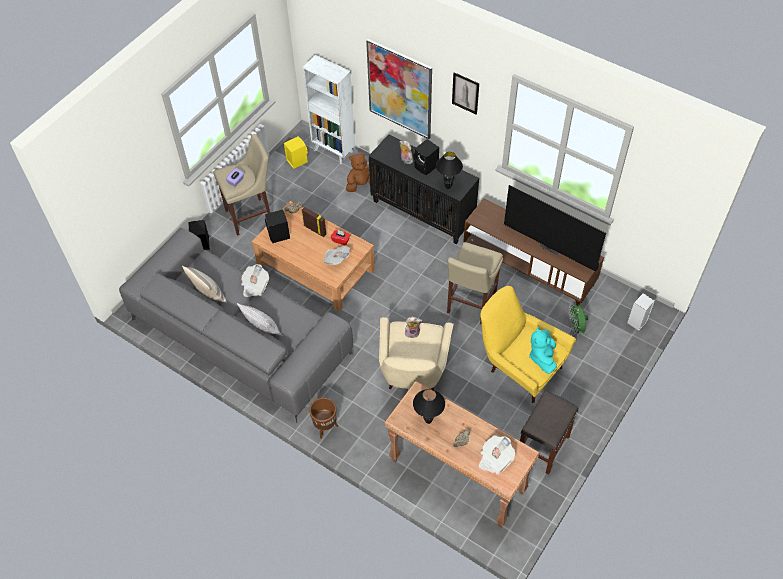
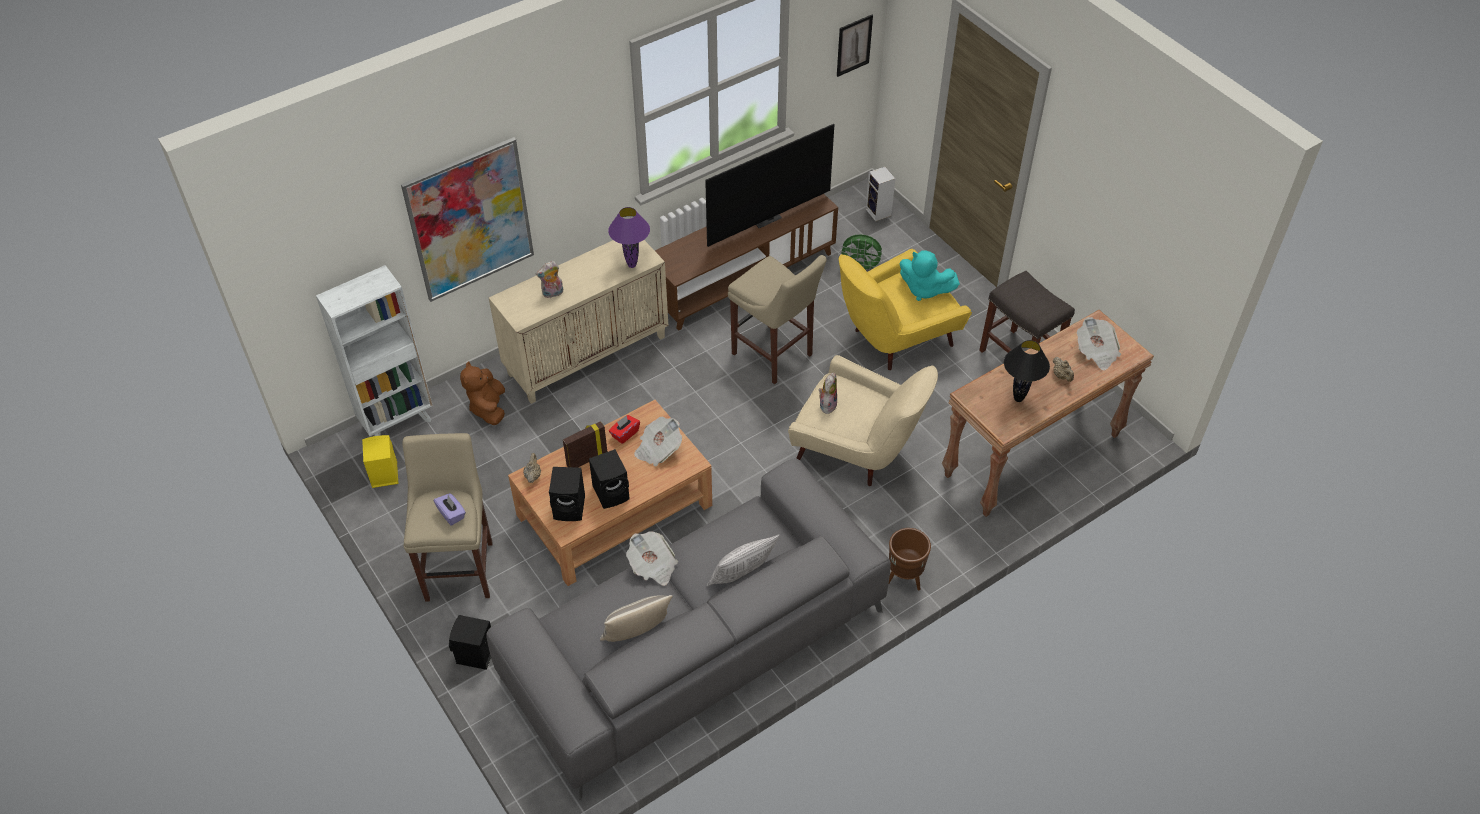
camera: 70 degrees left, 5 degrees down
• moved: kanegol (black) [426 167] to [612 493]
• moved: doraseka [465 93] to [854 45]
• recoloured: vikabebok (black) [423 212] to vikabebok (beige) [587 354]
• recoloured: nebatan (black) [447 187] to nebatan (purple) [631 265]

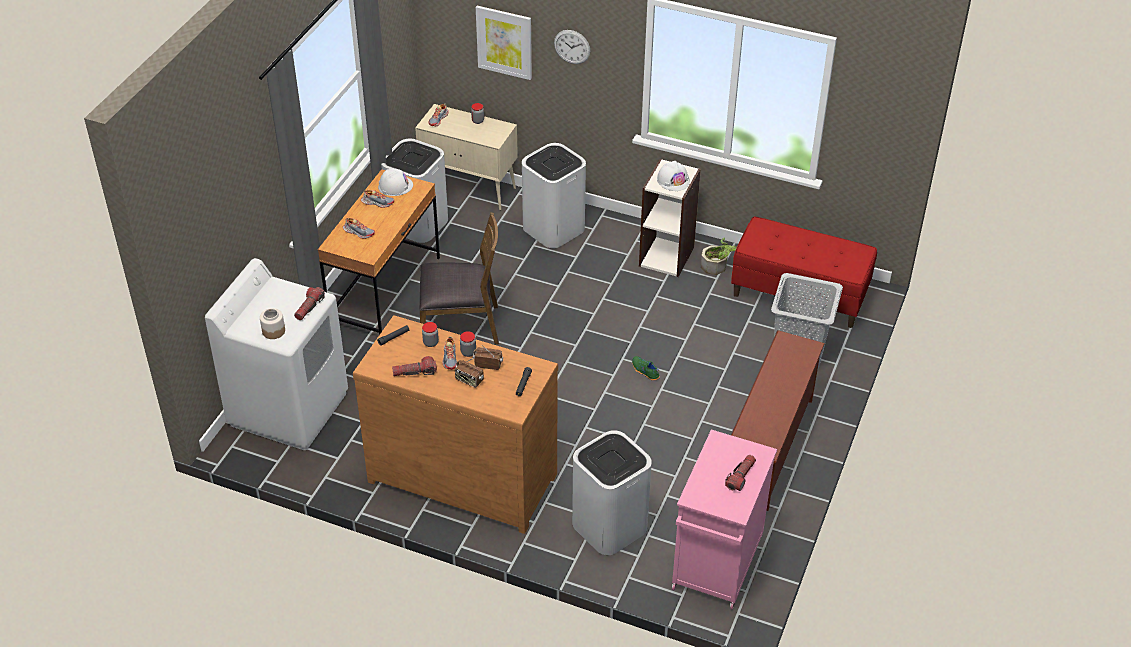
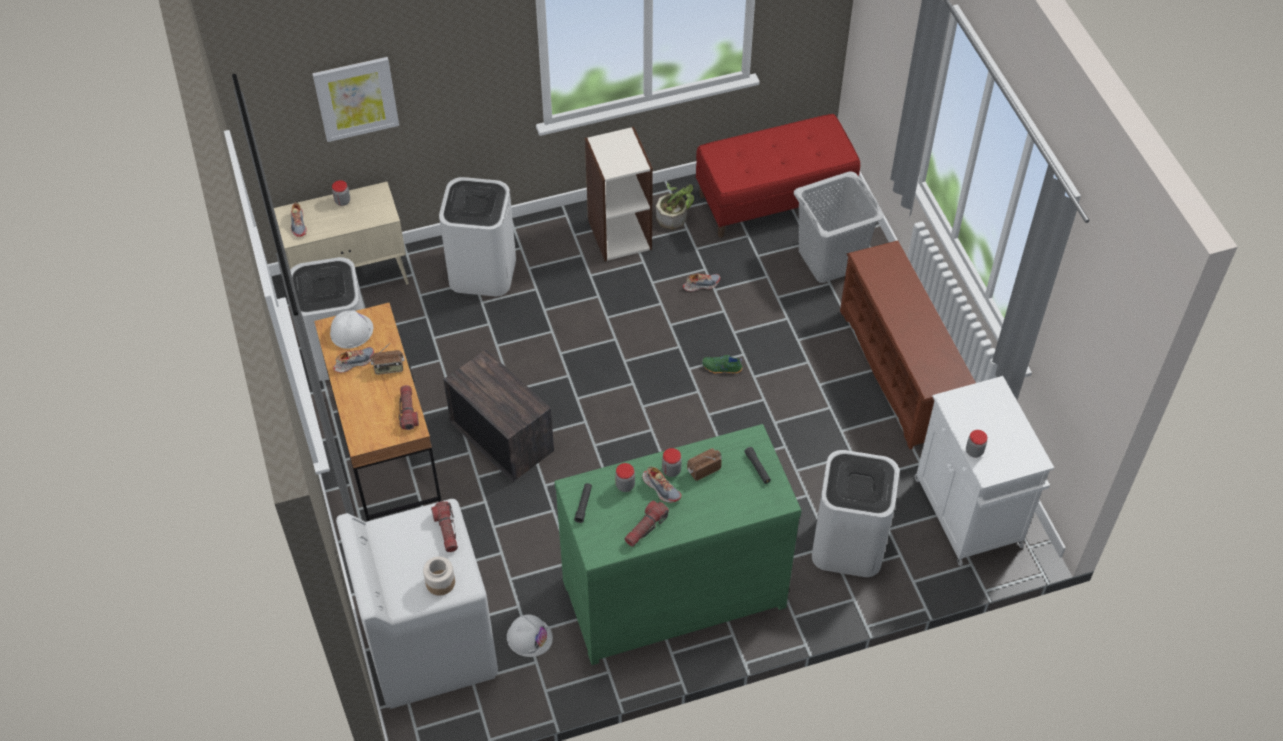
camera: 40 degrees left, 10 degrees up
• removed: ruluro [572 47]
• added: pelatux [974 451]
• moved: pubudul [358 232] to [701 284]
• moved: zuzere [469 380] to [389 368]
• moved: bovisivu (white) [673 180] to [529 637]
• moved: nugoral [740 477] to [408 411]
• replaced: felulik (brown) [460 326] to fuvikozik [503 437]
• recoloured: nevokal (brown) [463 475] to nevokal (green) [671 590]
• recoloured: vikabebok (pink) [716 564] to vikabebok (white) [969 514]

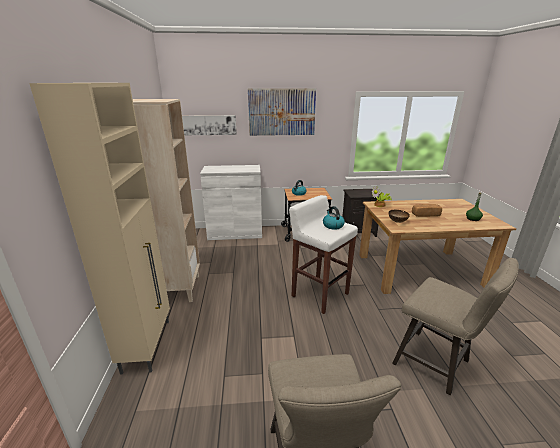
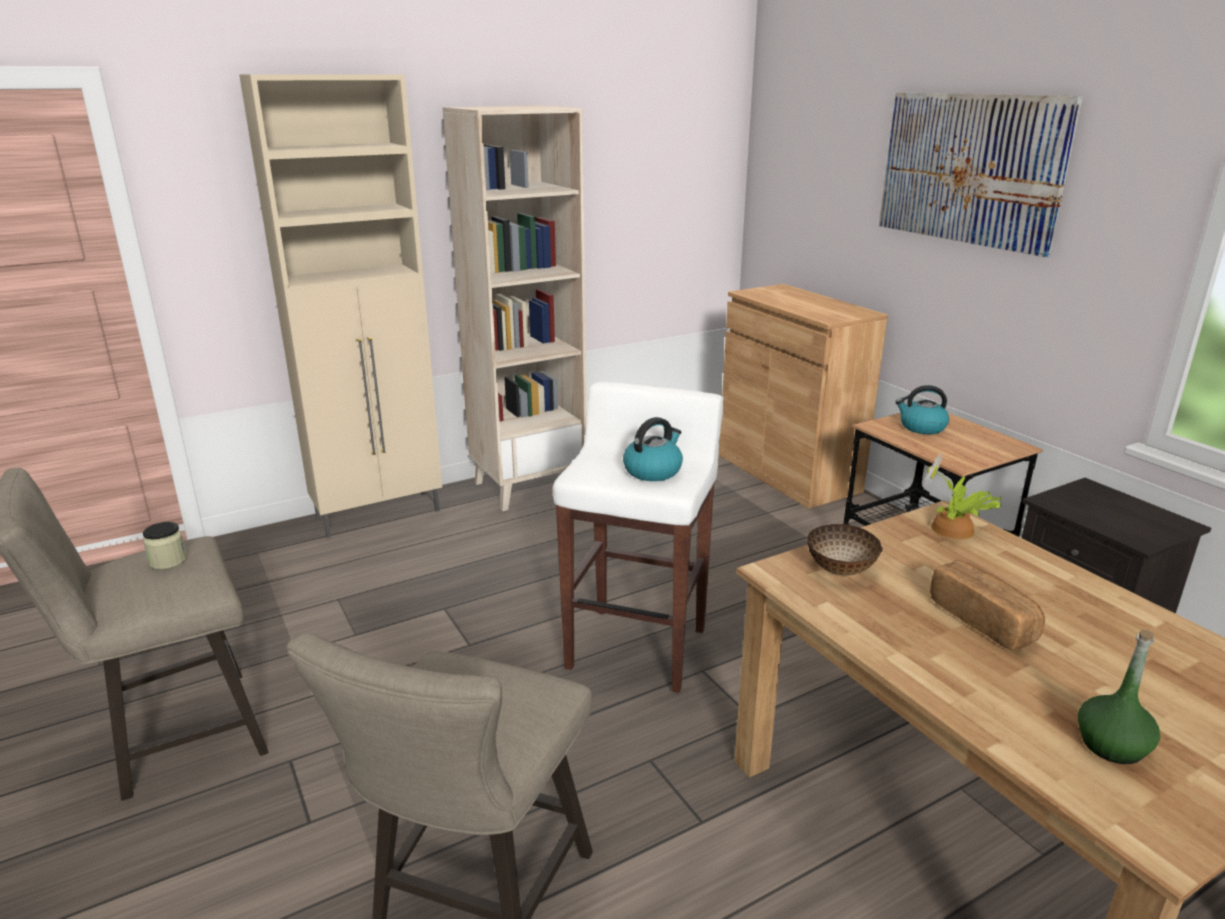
camera: 65 degrees right, 0 degrees up
• removed: doraseka [208 125]
• added: pelatux [168 561]
• recoloured: vikabebok (white) [235 233] to vikabebok (brown) [788 473]

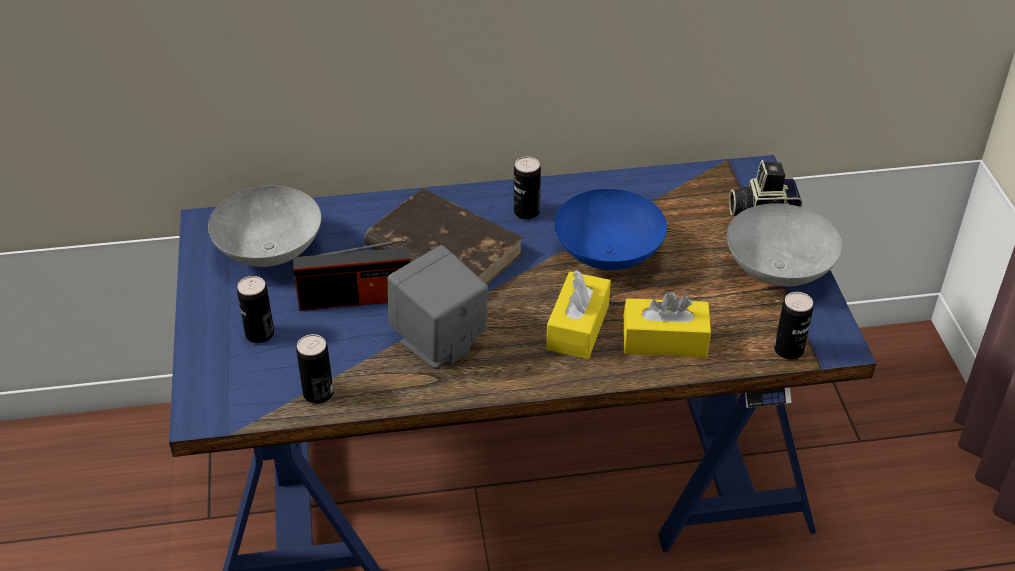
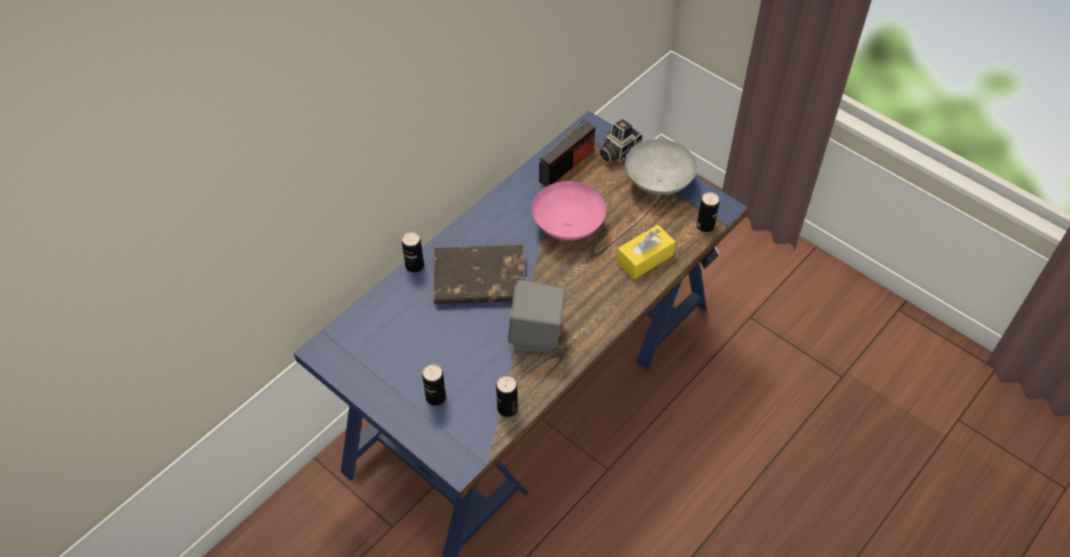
camera: 40 degrees left, 10 degrees up
• removed: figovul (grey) [270 251]
• removed: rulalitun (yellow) [578 327]
• moved: zuzere [356 298] to [567 165]
• moved: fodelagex [526 212] to [414 265]
• recoloured: figovul (blue) [610 255] to figovul (pink) [568 225]

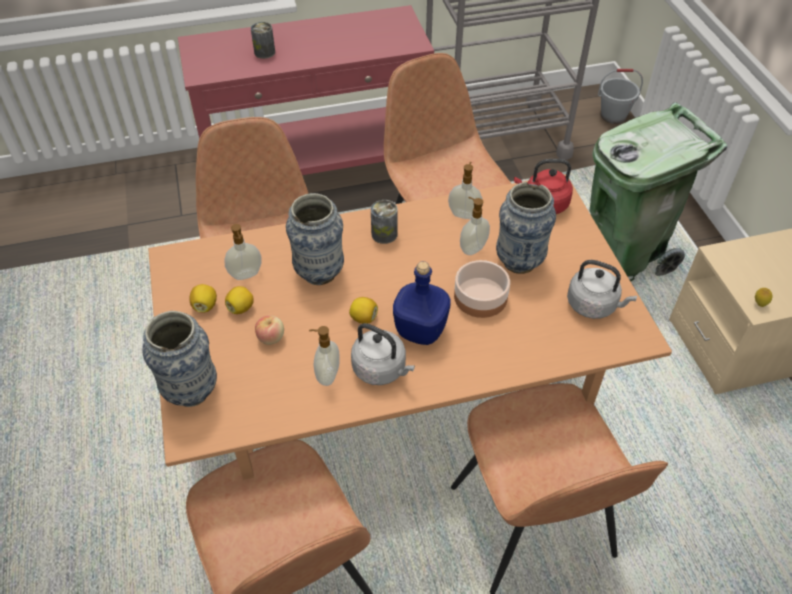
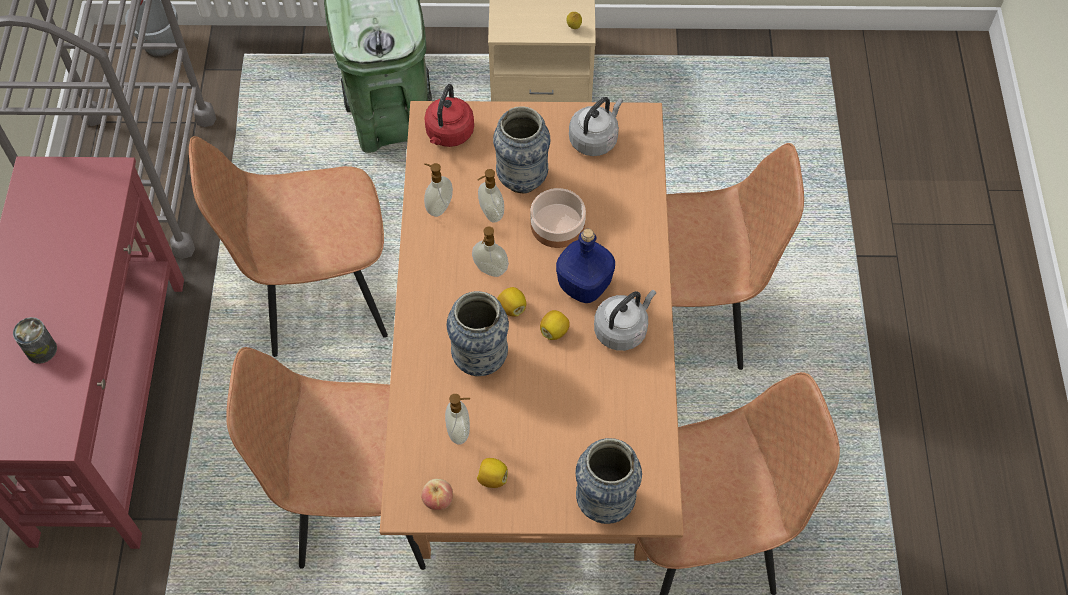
camera: 75 degrees left, 10 degrees up
• removed: fodelagex [384 234]
• moved: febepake [241 308] to [512 308]
• moved: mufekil [271 337] to [438 500]
• moved: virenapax [327 375] to [490 270]

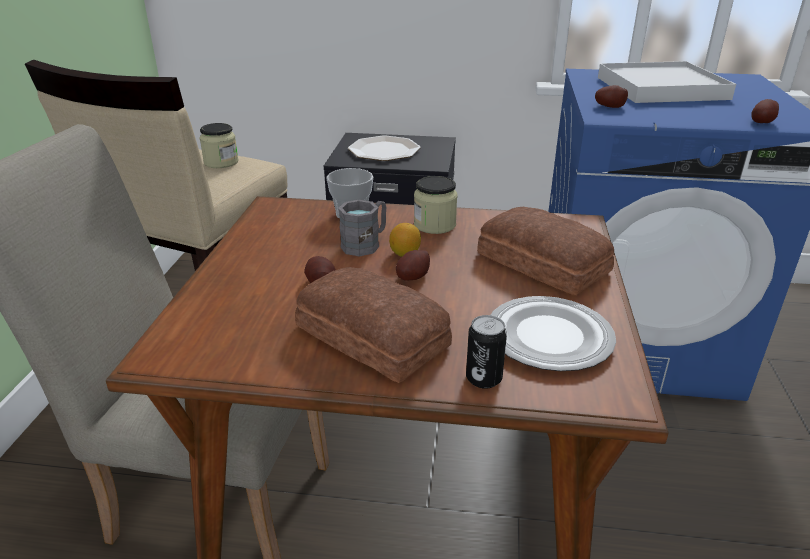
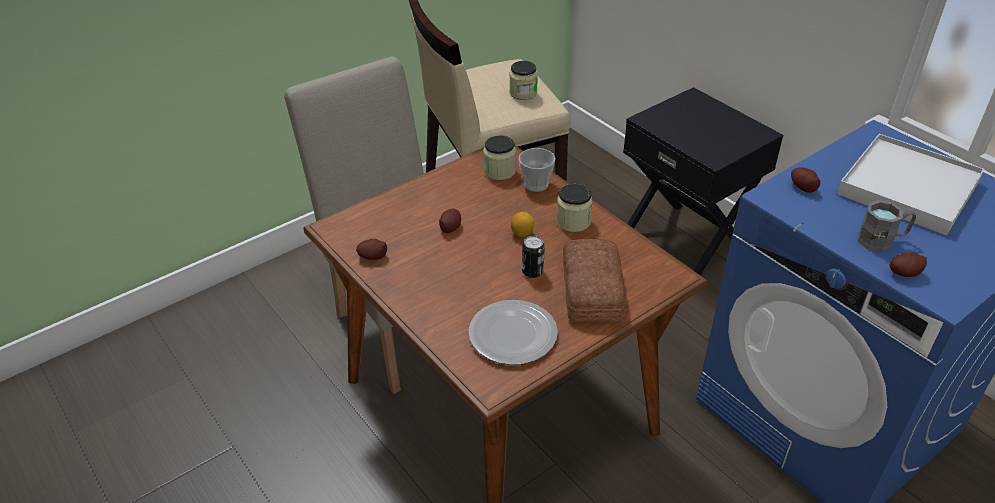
camera: 45 degrees right, 10 degrees up
• removed: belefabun [373 334]
• removed: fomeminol [383 150]
• added: pelatux [499 171]
• moved: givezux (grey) [366 244] to [882 240]
• moved: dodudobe [412 277] to [372 257]
• moved: fodelagex [483 378] to [532 272]

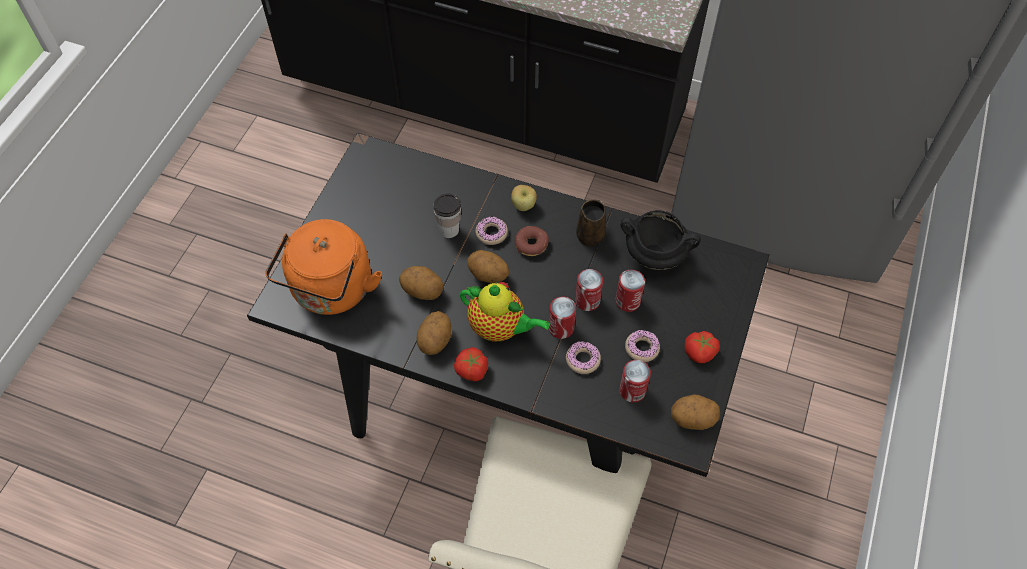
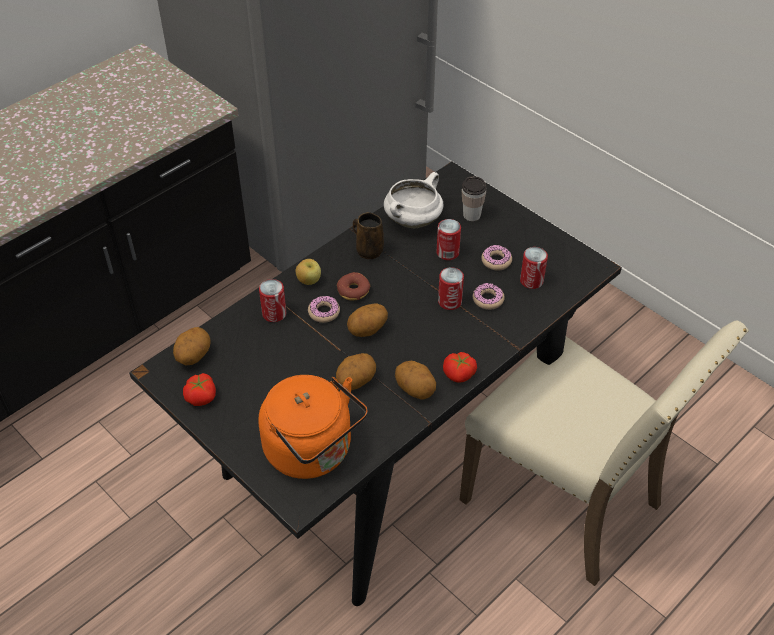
camera: 65 degrees left, 10 degrees down
• removed: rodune [500 328]
• moved: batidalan [449 230] to [471 215]
• moved: fodelagex [587 300] to [274 313]
• moved: dodudobe [692 419] to [193 356]
• moved: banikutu [700 352] to [201 397]
• recoloured: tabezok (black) [656 254] to tabezok (white) [413 220]

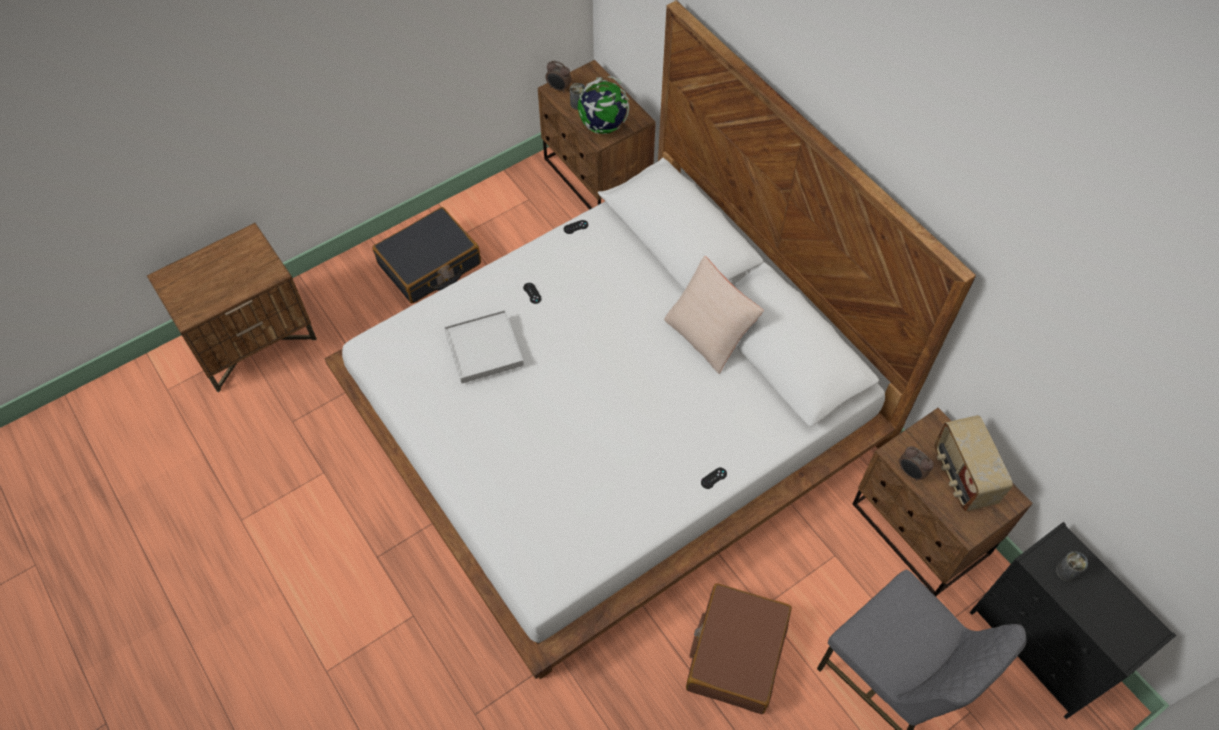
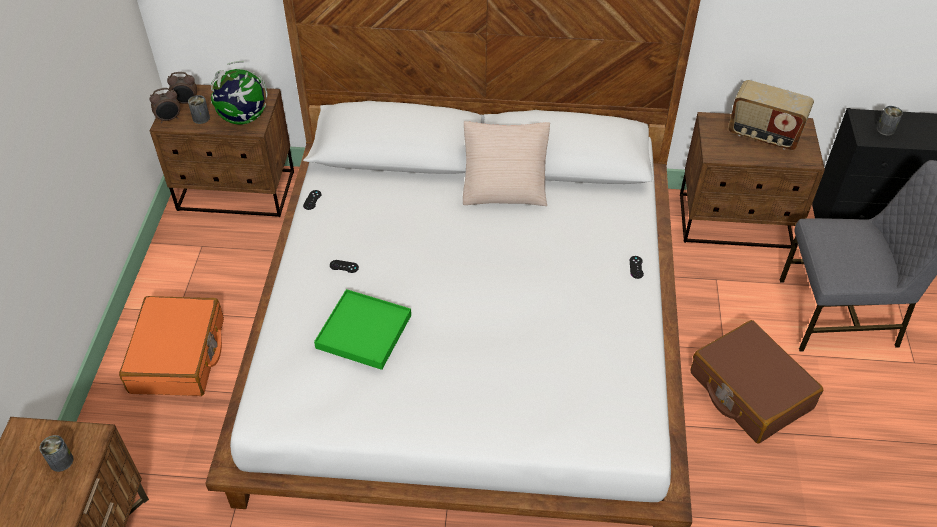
camera: 50 degrees left, 10 degrees down
• added: fodelagex [61 461]
• moved: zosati [910 472] to [186 102]
• recoloured: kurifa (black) [429 265] to kurifa (orange) [178 356]
• recoloured: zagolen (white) [484 348] to zagolen (green) [364 331]

